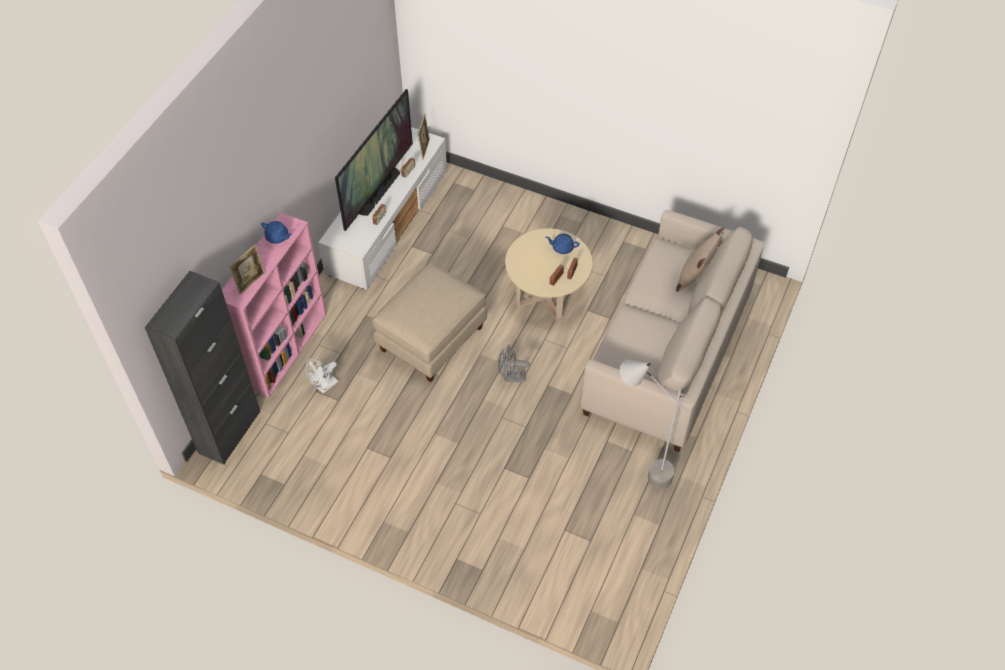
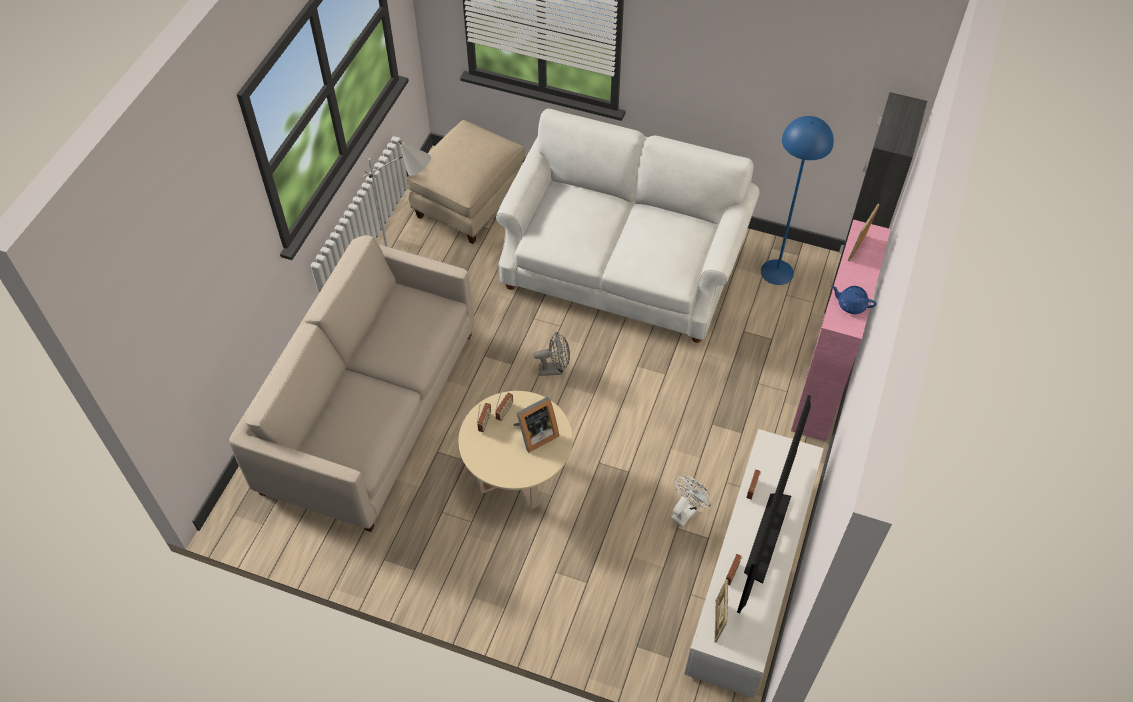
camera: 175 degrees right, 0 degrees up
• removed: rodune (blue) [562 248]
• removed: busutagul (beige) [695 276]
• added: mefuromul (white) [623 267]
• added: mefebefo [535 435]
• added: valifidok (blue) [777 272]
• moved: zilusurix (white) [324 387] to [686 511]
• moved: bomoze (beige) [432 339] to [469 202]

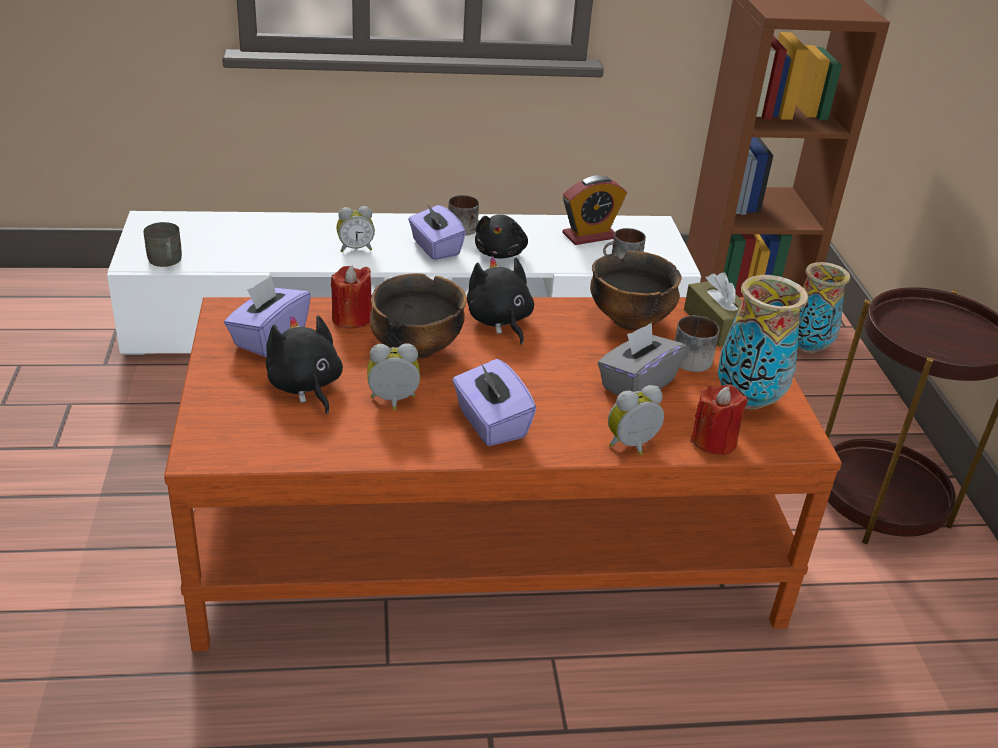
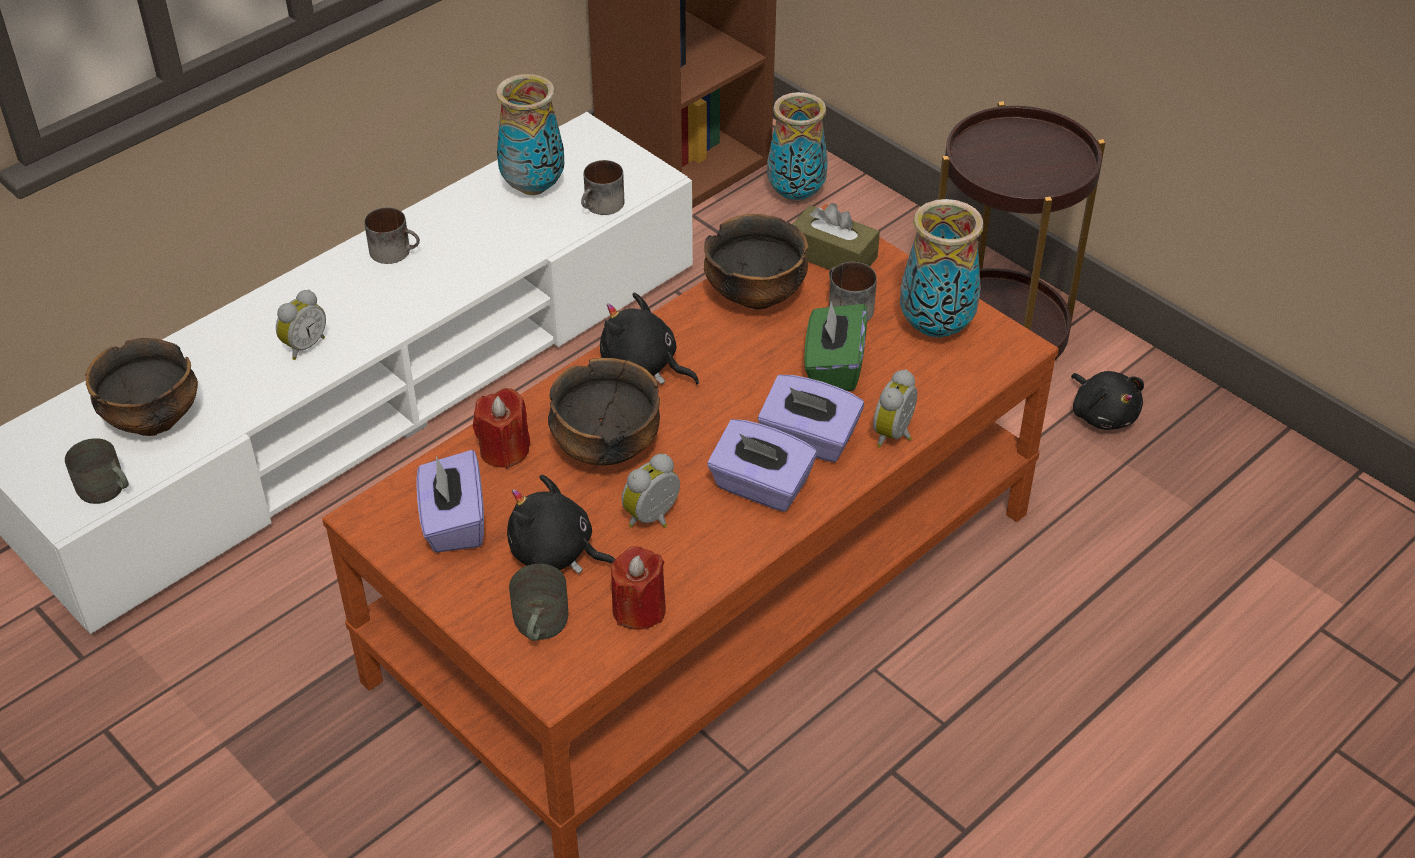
camera: 35 degrees left, 10 degrees up
• added: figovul [153 419]
• added: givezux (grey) [538 626]
• moved: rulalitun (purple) [435 248] to [808 440]
• moved: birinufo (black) [500 253] to [1103 414]
• moved: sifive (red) [714 441] to [639 609]
• replaced: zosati [589 236] to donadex [533 186]
• recoloured: rulalitun (grey) [636 384] to rulalitun (green) [833 366]

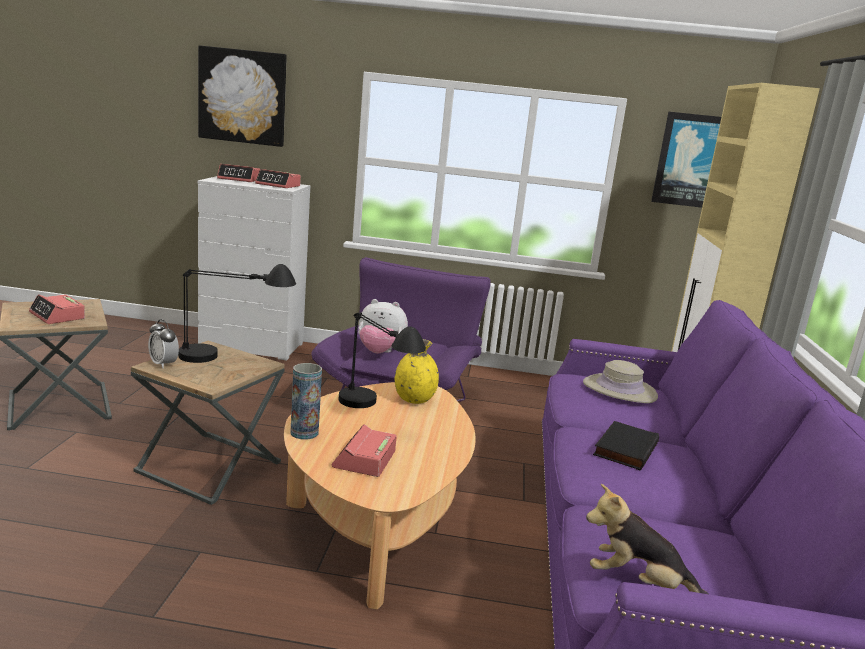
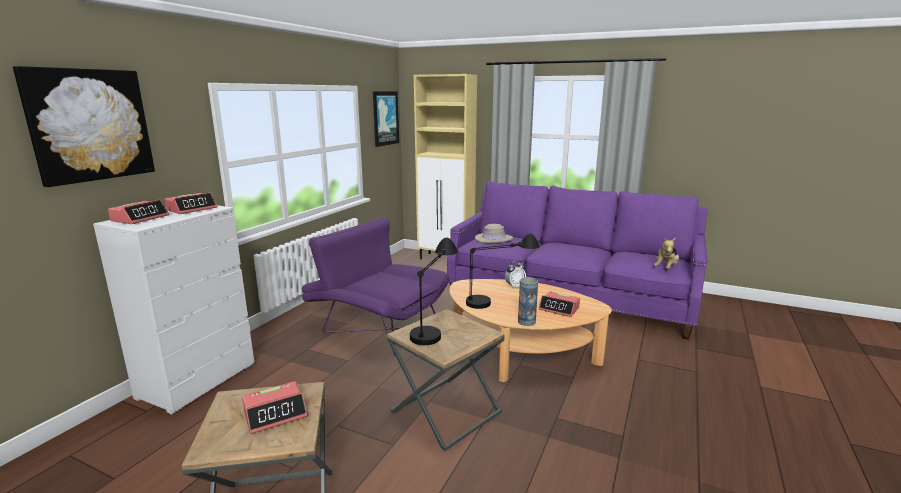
camera: 70 degrees left, 0 degrees up
• removed: birinufo [379 352]
• removed: donadex (yellow) [414 399]
• removed: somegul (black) [624 448]
• moved: zosati [163 364] to [514 286]

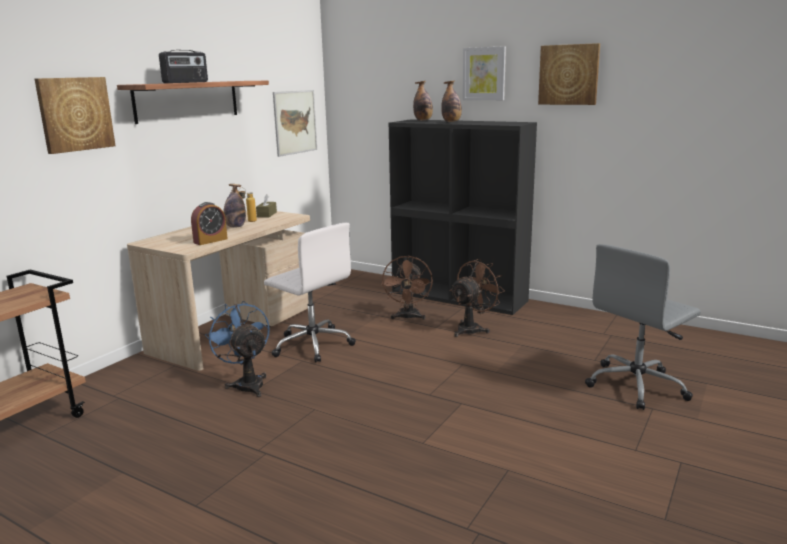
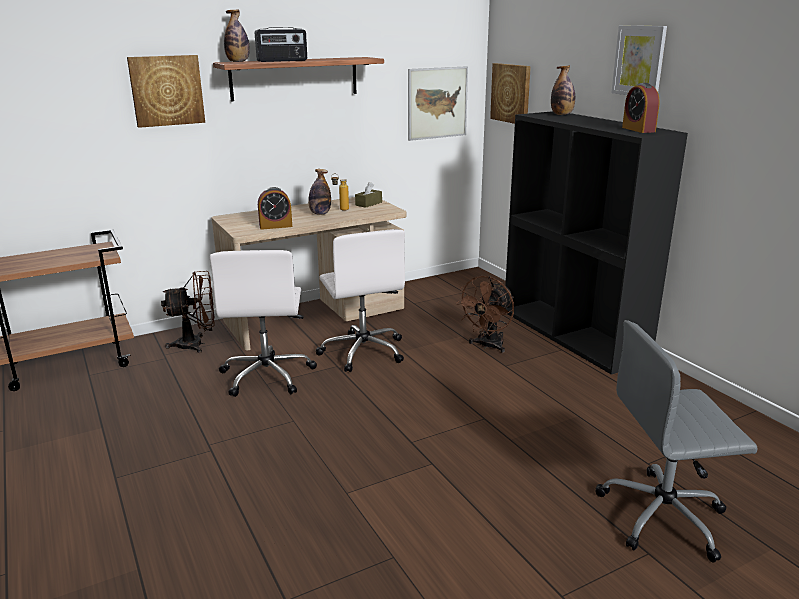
camera: 30 degrees right, 5 degrees up
• added: zosati [638 129]
• moved: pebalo [451 122] to [238 62]
• moved: zilusurix (brown) [472 329] to [197 344]
• moved: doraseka [569 74] to [511 93]
• replaced: zilusurix (blue) [247 383] to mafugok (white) [267 375]

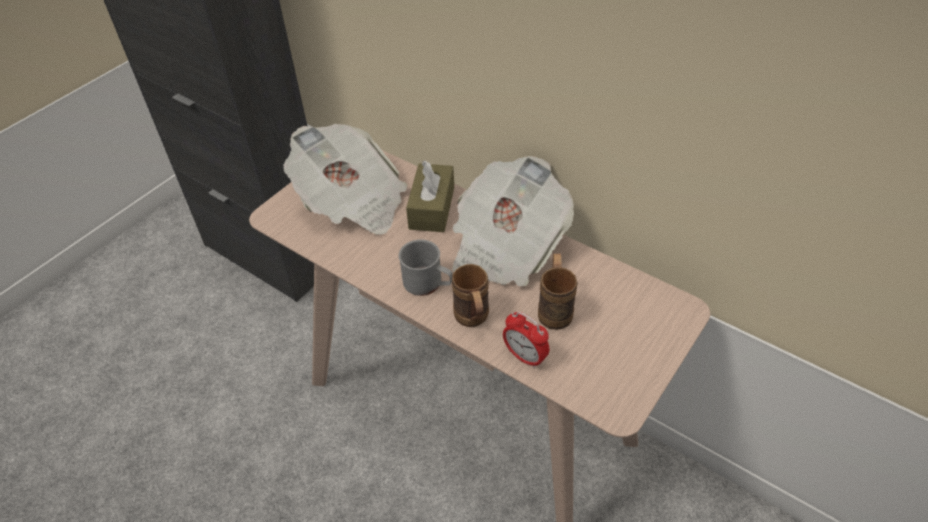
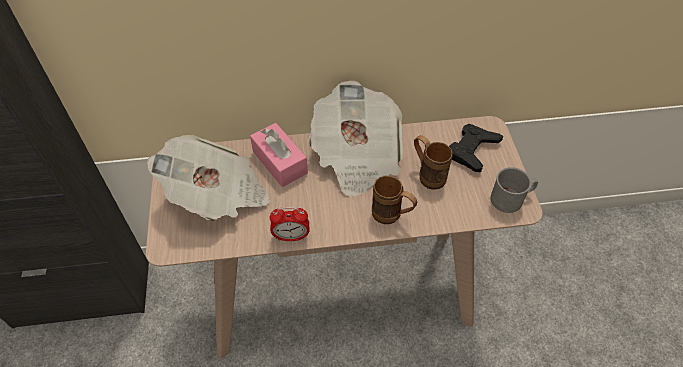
camera: 45 degrees left, 5 degrees up
• added: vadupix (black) [472 150]
• moved: givezux (grey) [428 283] to [511 199]
• moved: zosati [525 356] to [291 237]
• recoloured: rulalitun (brown) [432 208] to rulalitun (pink) [280 162]

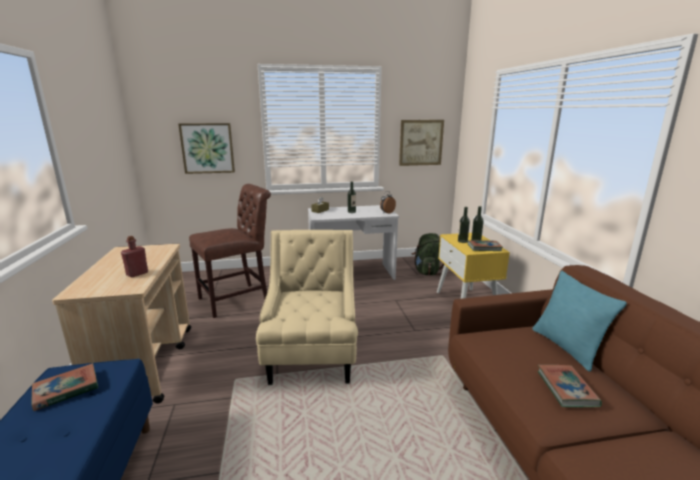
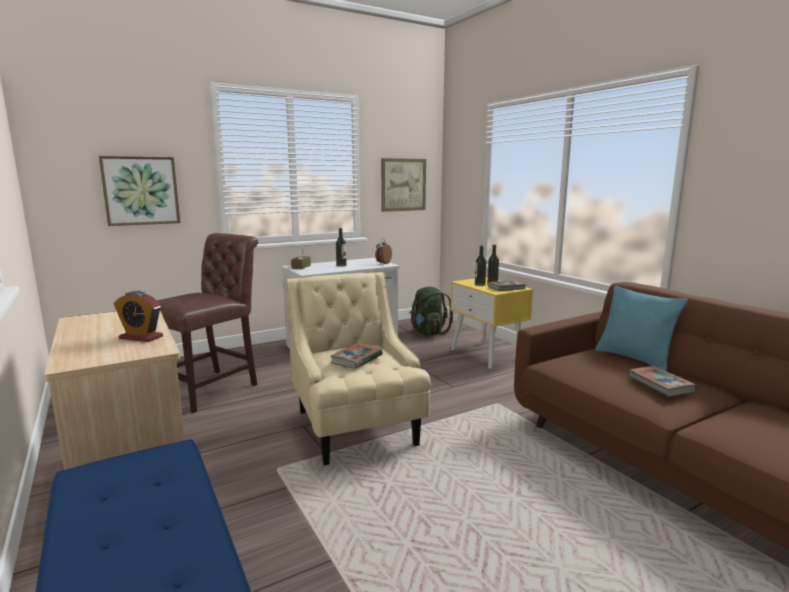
camera: 20 degrees left, 5 degrees down
• moved: somegul [66 390] to [356 359]
• replaced: pebalo (red) [137 274] to zosati [141 337]

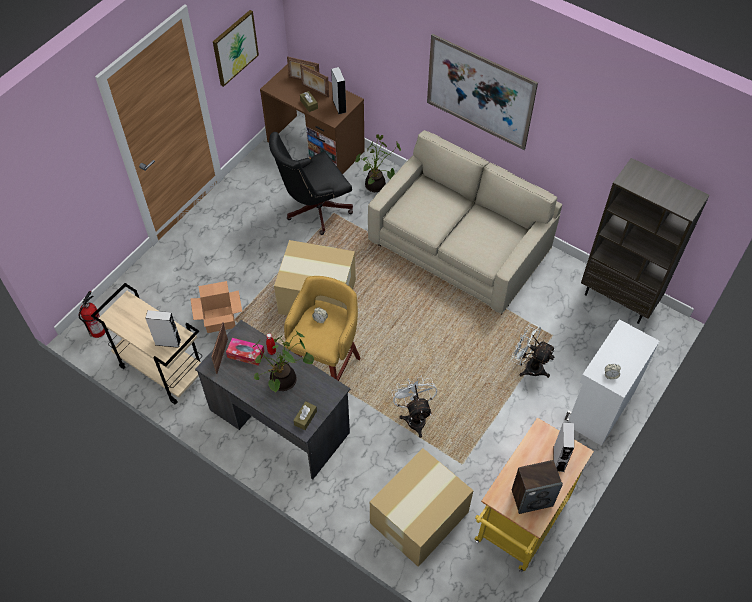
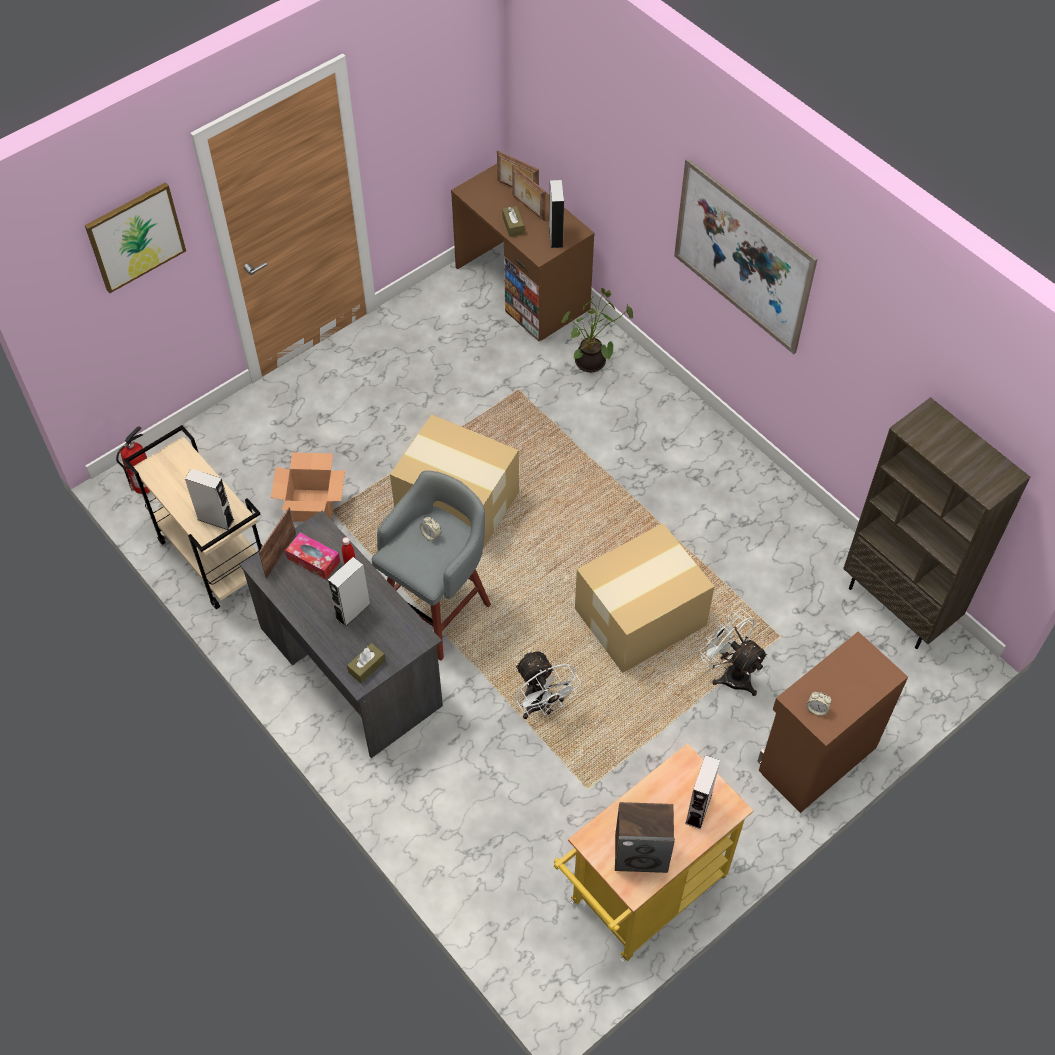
camera: 15 degrees right, 0 degrees up
• removed: mafugok (black) [314 210]
• removed: mefuromul (beige) [460 245]
• moved: doraseka [235 47] to [135 236]
• moved: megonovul [420 517] to [642 617]
• replaced: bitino [283 382] to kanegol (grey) [353 611]
• recoloured: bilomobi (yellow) [326 369] to bilomobi (grey) [438 609]
• recoloured: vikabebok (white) [599 408] to vikabebok (brown) [815 758]
• turned: zilusurix (white) [415 417] = [541 706] 150 degrees clockwise

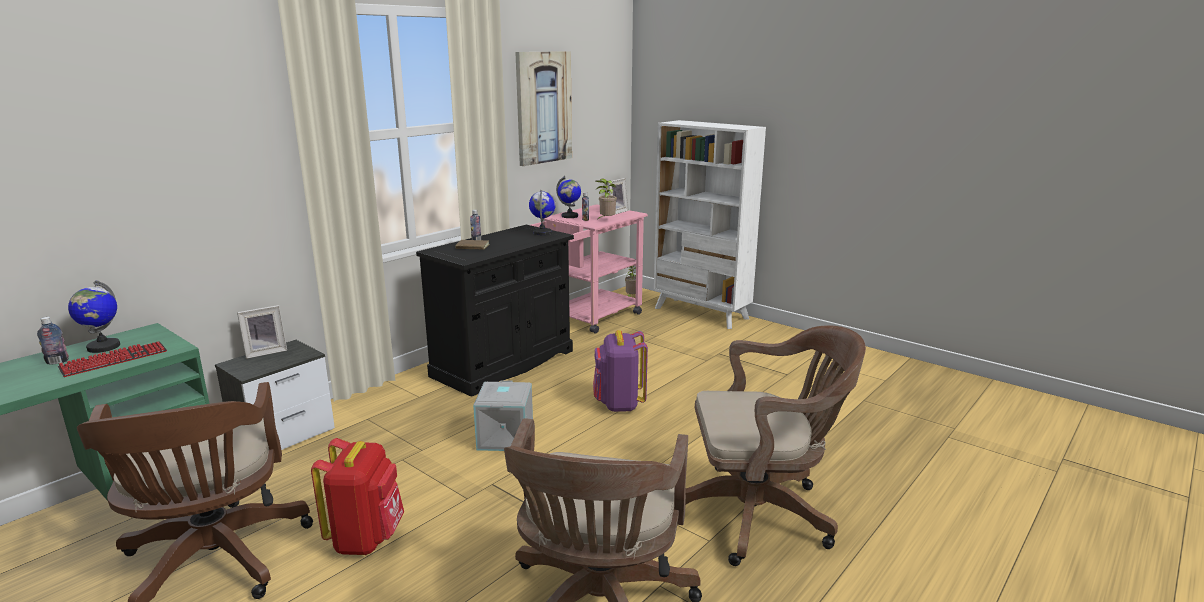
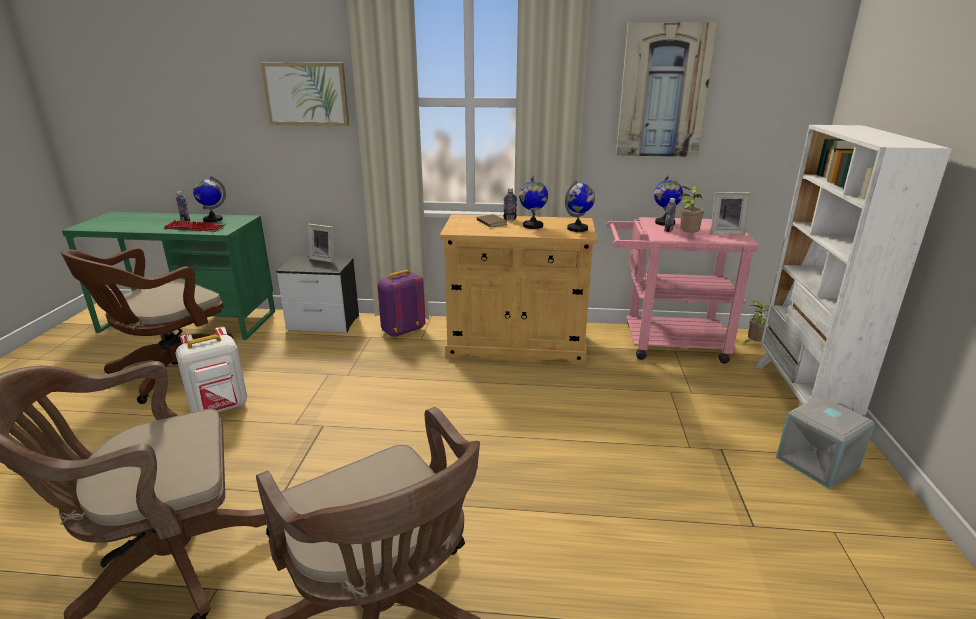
camera: 55 degrees right, 5 degrees up
• added: doraseka [306 94]
• added: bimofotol [532 226]
• moved: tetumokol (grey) [506 438] to [818 463]
• moved: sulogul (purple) [619 404] to [402 331]
• recoloured: sulogul (red) [366 538] to sulogul (white) [220 408]
• recoloured: vikabebok (black) [503 363] to vikabebok (beige) [516 345]

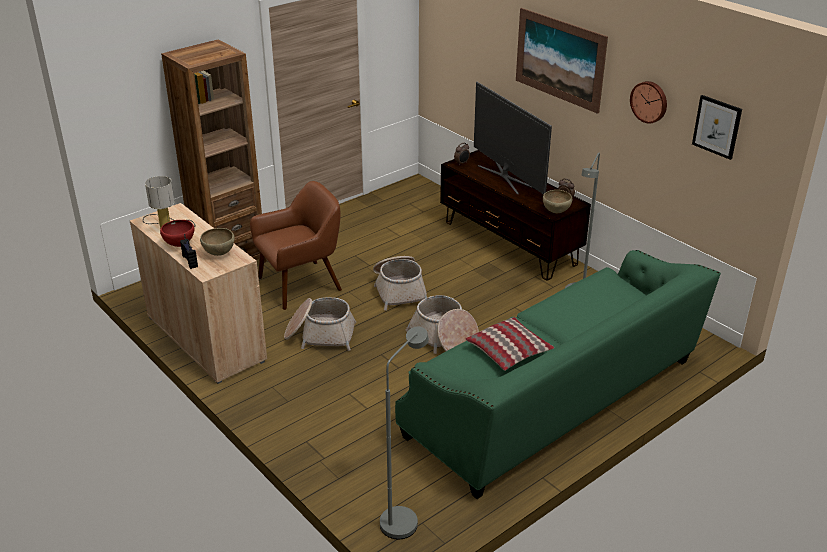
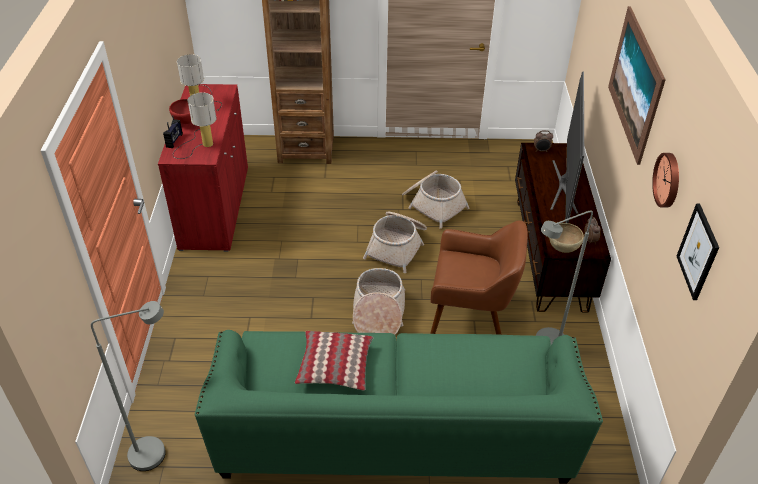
camera: 40 degrees right, 10 degrees up
• moved: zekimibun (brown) [301 284] to [471 317]
• moved: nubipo [320 335] to [433 204]
• replaced: figovul (brown) [219 253] to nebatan [200 144]
• recoloured: vikabebok (beige) [206 338] to vikabebok (red) [215 208]

